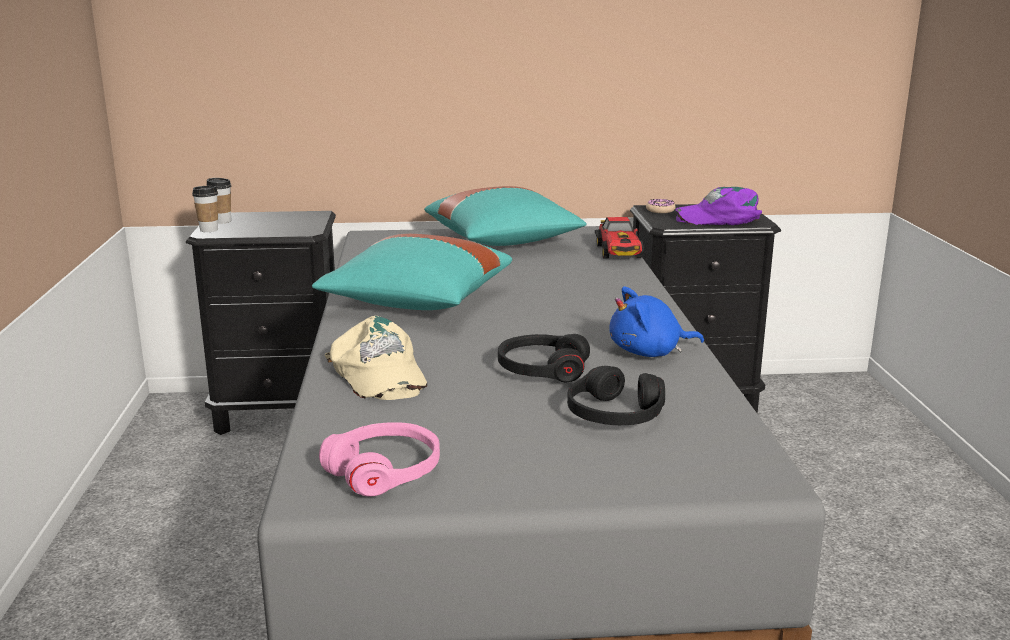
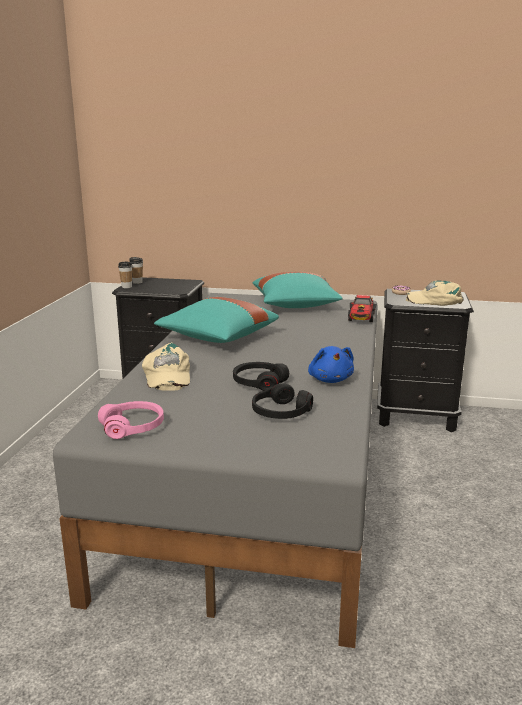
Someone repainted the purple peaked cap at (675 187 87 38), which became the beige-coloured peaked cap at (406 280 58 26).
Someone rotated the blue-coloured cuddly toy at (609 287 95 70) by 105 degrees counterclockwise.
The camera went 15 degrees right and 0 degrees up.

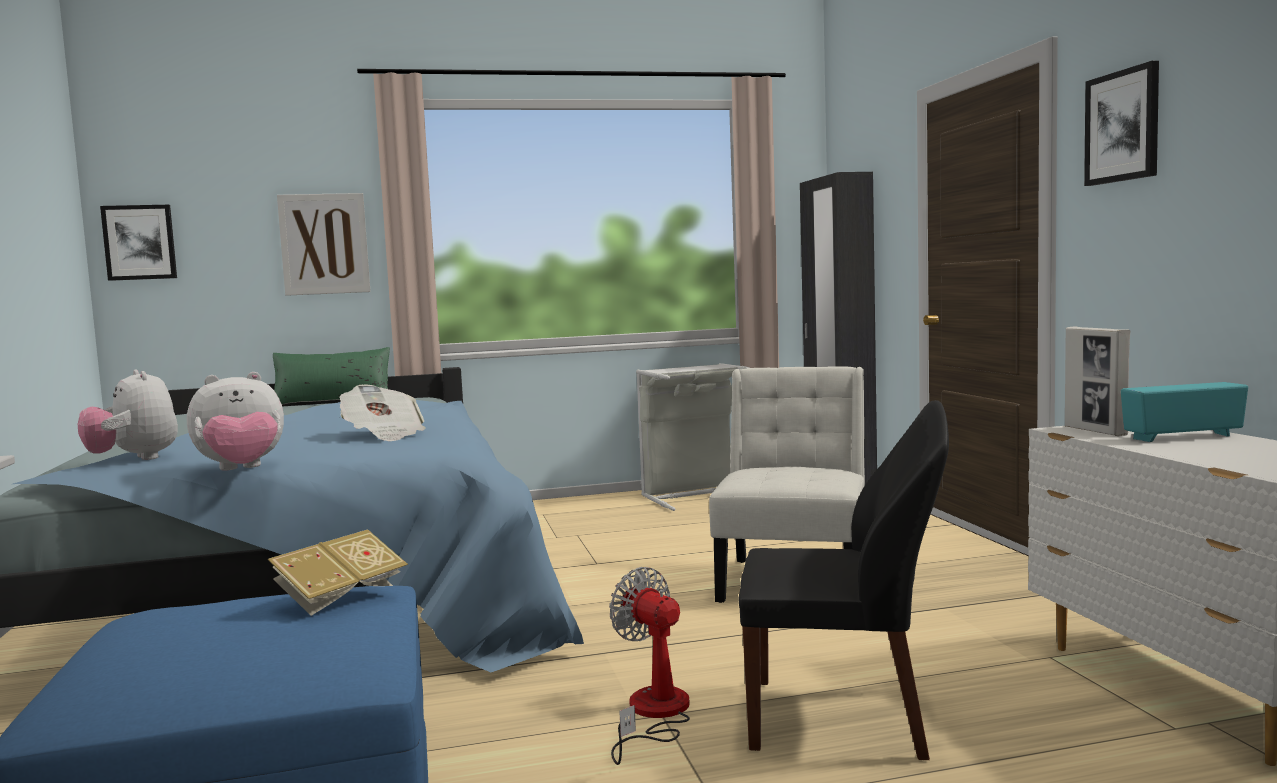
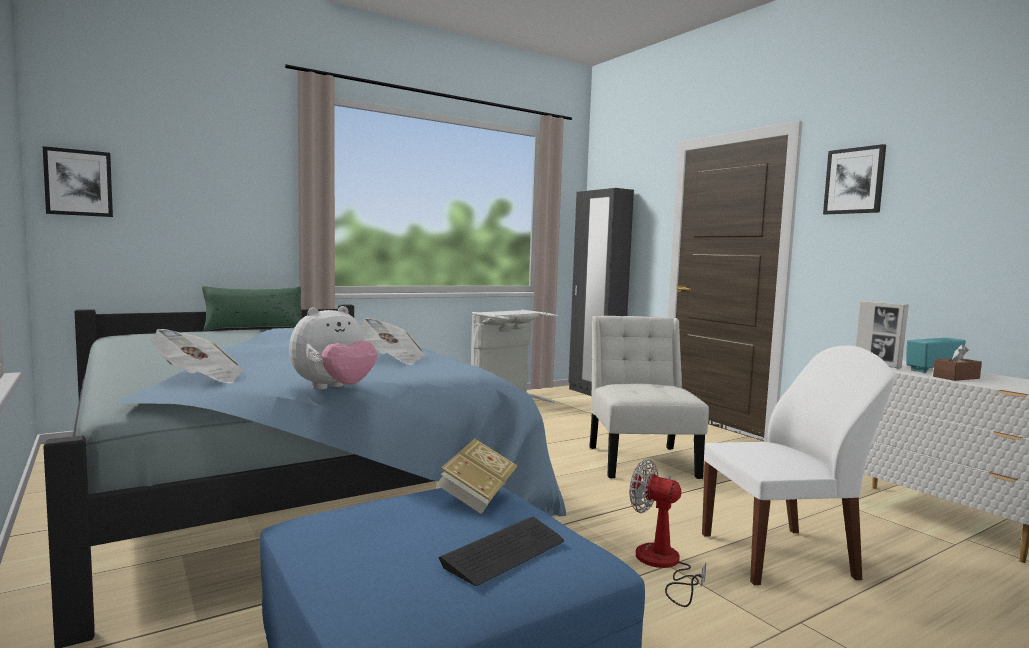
Someone took away the wall picture at (277 193 94 103).
Someone put down the computer keyboard at (438 517 126 69).
Someone put down the brownish tissue holder at (933 344 49 37).
Someone swapped the cuddly toy at (78 369 100 91) for the printed paper at (150 329 94 54).
Someone repainted the black upright chair at (739 400 210 360), which became the whitish upright chair at (702 346 193 239).
The camera went 20 degrees left and 0 degrees up.

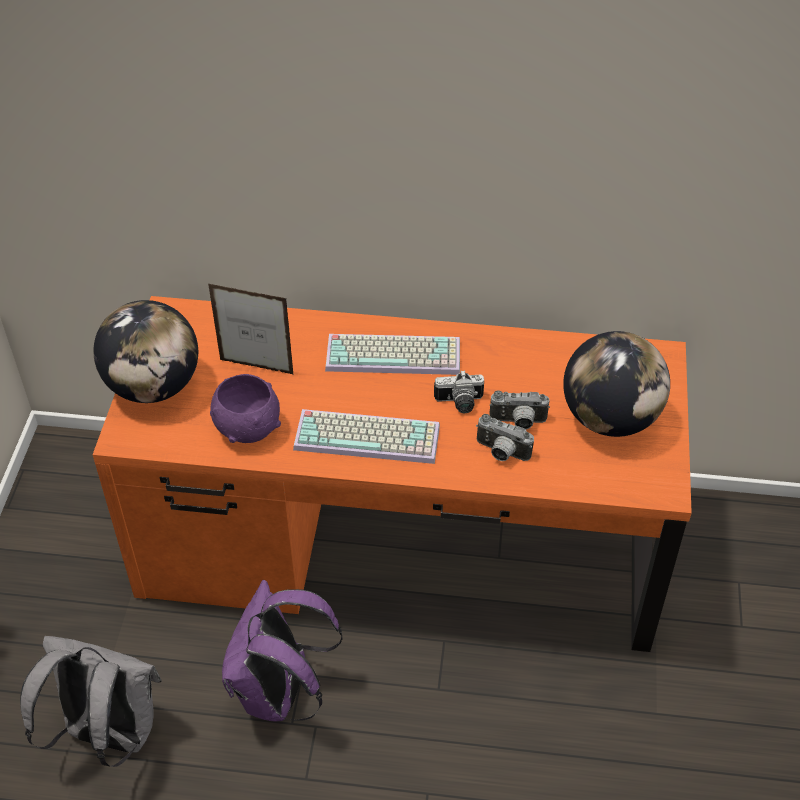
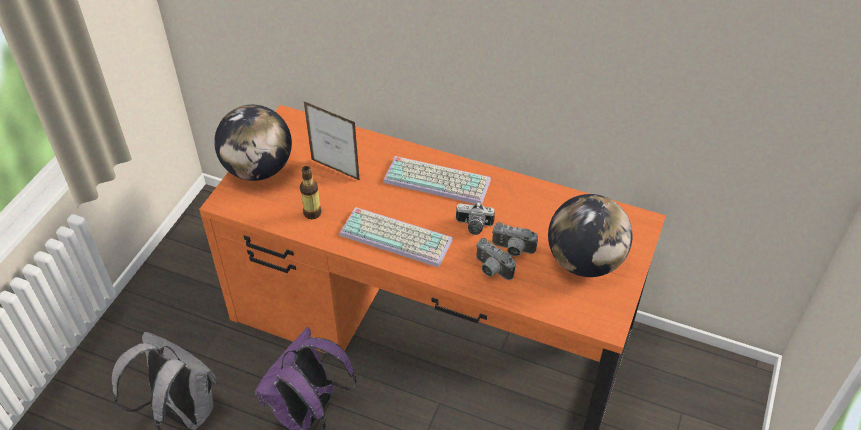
Someone swapped the purple bowl at (210 374 71 69) for the bottle at (300 166 21 53).
The camera went 15 degrees right and 0 degrees up.

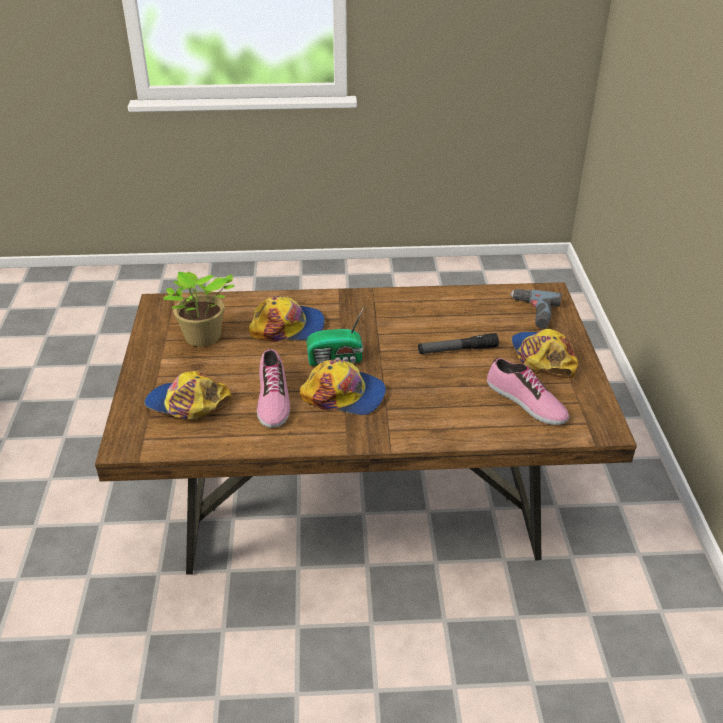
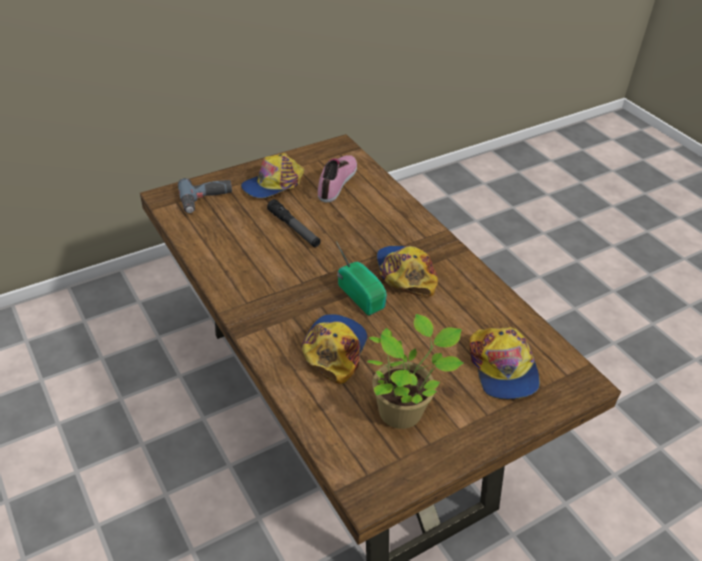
Someone took away the shoe at (257 349 33 79).
Someone rotated the peaked cap at (248 296 77 46) by 45 degrees clockwise.
The camera went 120 degrees left and 5 degrees up.

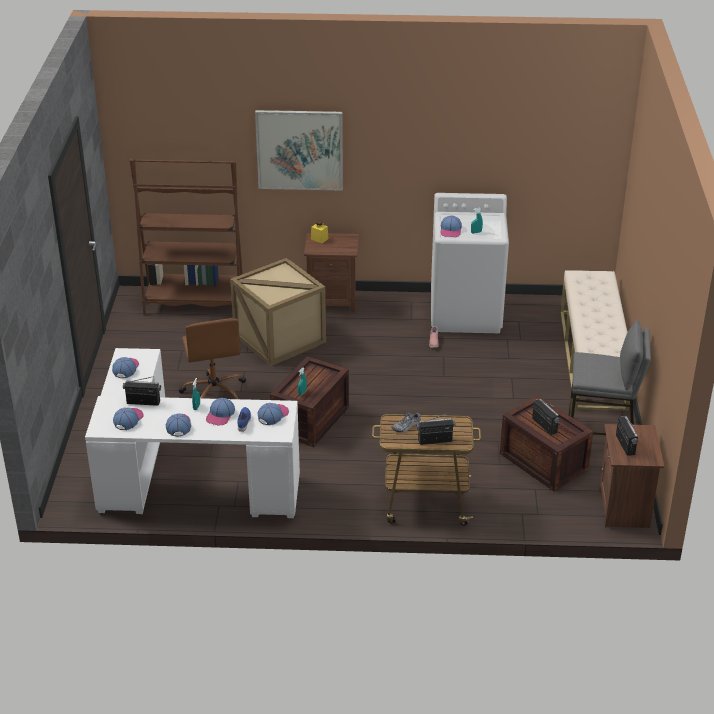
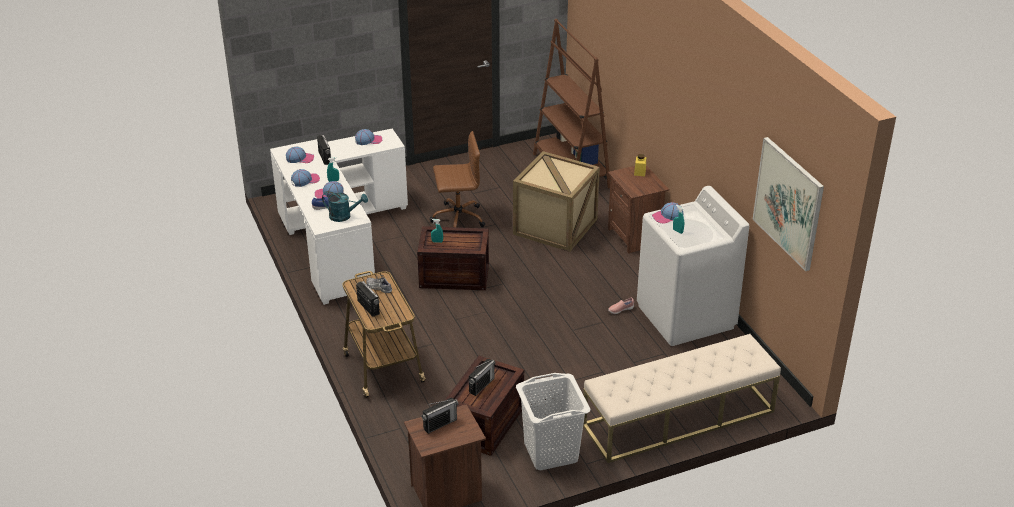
Someone carried the wall picture from (255 110 88 81) to (753 137 71 134).
Someone swapped the peaked cap at (258 403 31 22) for the turquoise watering pot at (322 191 46 31).
Someone swapped the gray stool at (569 320 82 115) for the whitish laundry basket at (516 373 74 97).
Someone rotated the brownish office chair at (179 318 67 81) by 150 degrees counterclockwise.
The camera went 65 degrees right and 0 degrees up.

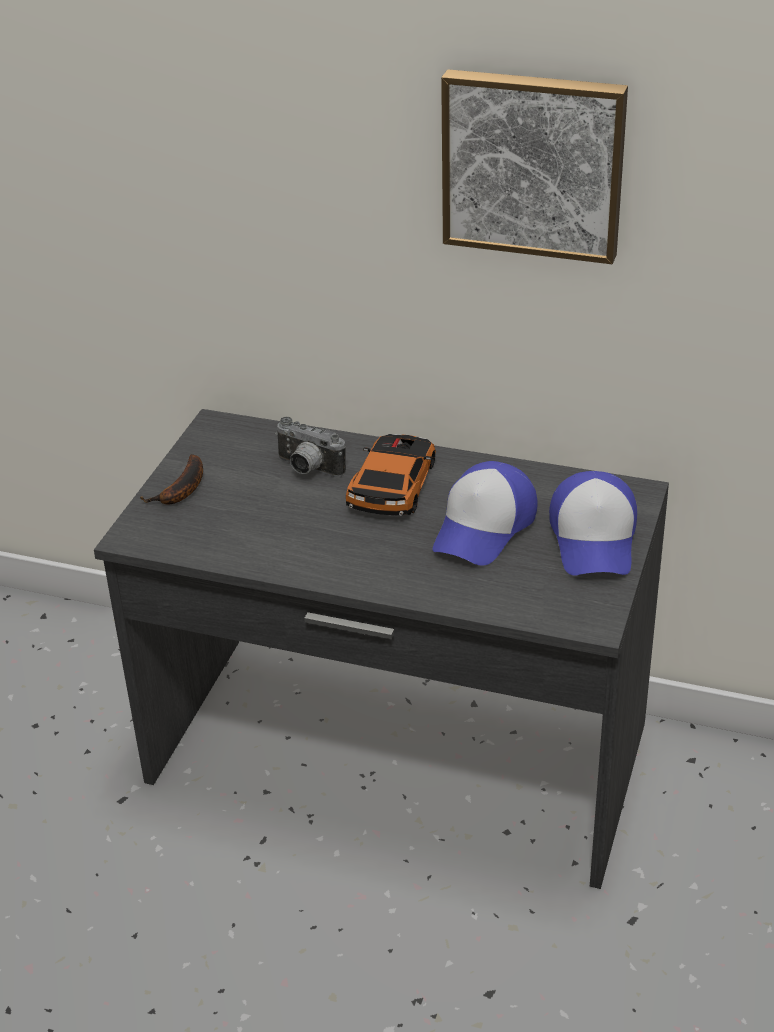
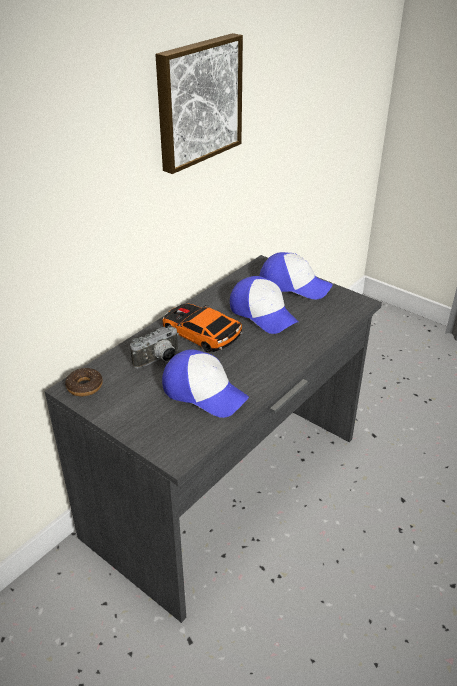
Someone took away the banana at (140 454 63 50).
Someone put down the doughnut at (65 368 38 28).
Someone put down the peaked cap at (162 350 87 68).
The camera went 70 degrees left and 0 degrees up.

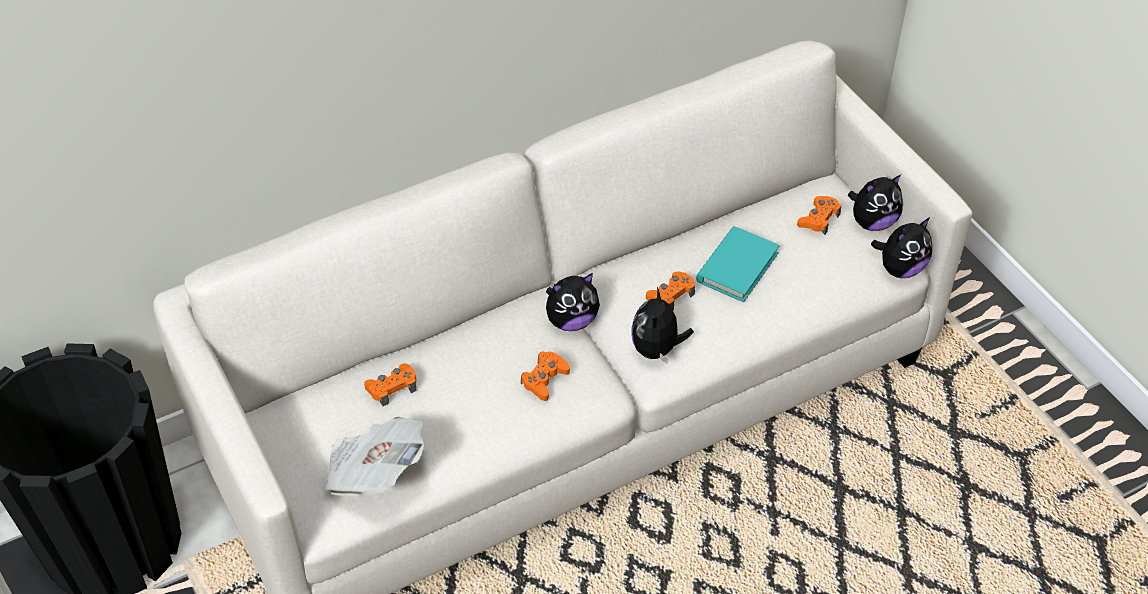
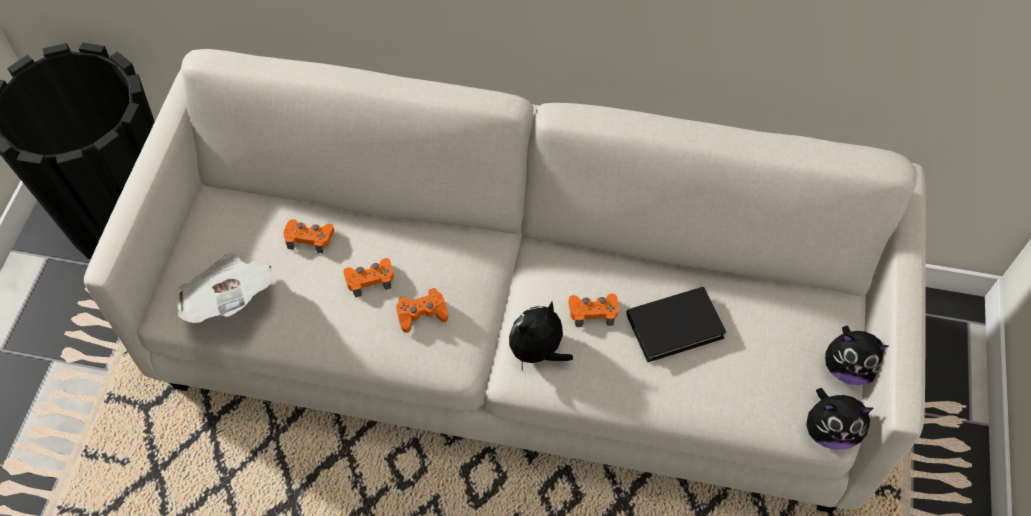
Someone took away the cuddly toy at (546 273 54 58).
Someone carried the orange gamepad from (797 196 44 39) to (343 258 51 39).
Someone repainted the turquoise book at (696 226 84 76), which became the black book at (627 287 99 75).
The camera went 40 degrees right and 10 degrees up.

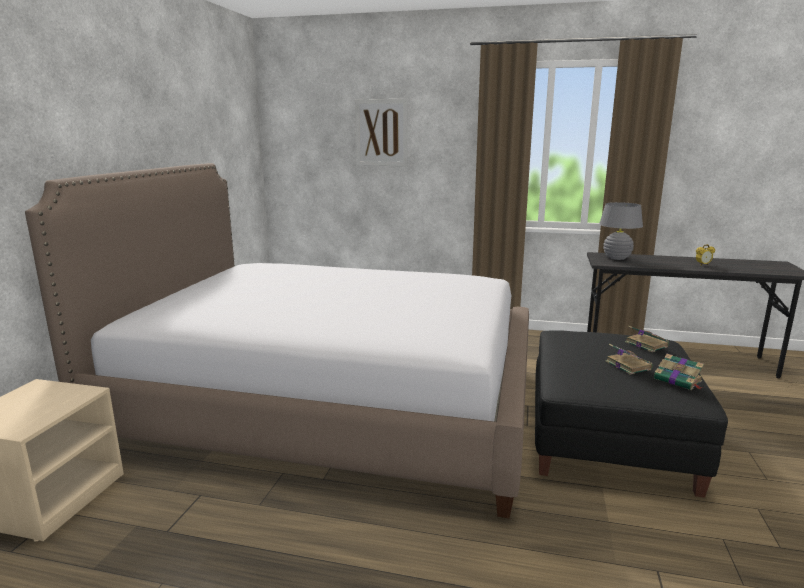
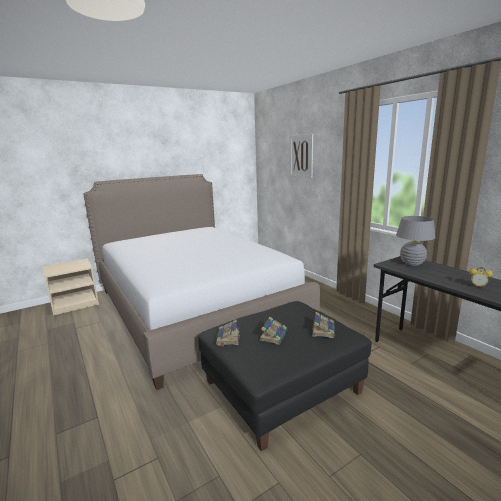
Someone carried the book from (654 354 50 36) to (216 319 24 28).
The camera went 45 degrees right and 0 degrees up.

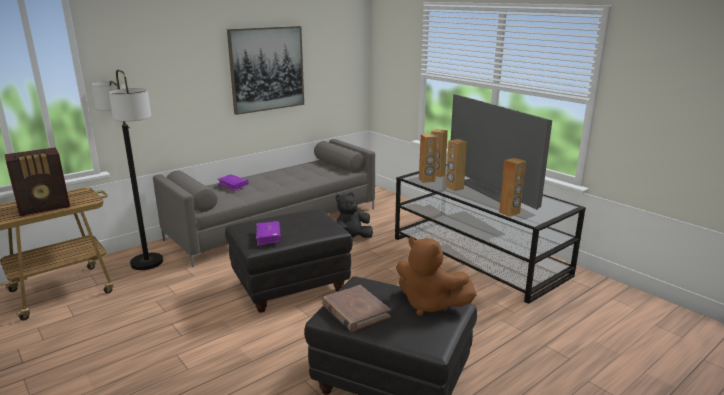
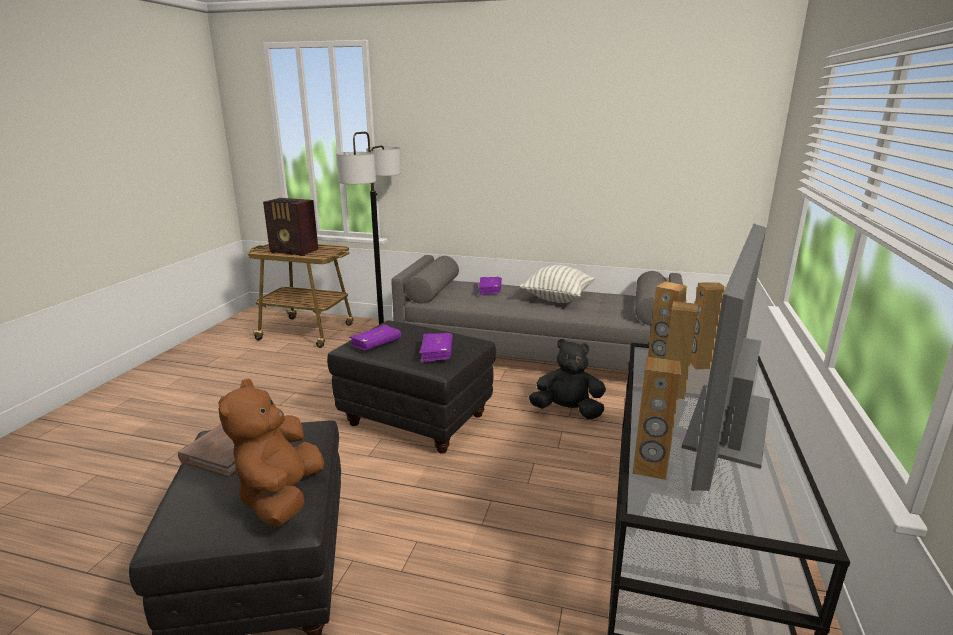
Someone took away the wall picture at (227 26 77 89).
Someone put down the purple book at (419 333 34 30).
Someone put down the pillow at (520 265 75 38).
The camera went 55 degrees right and 0 degrees up.

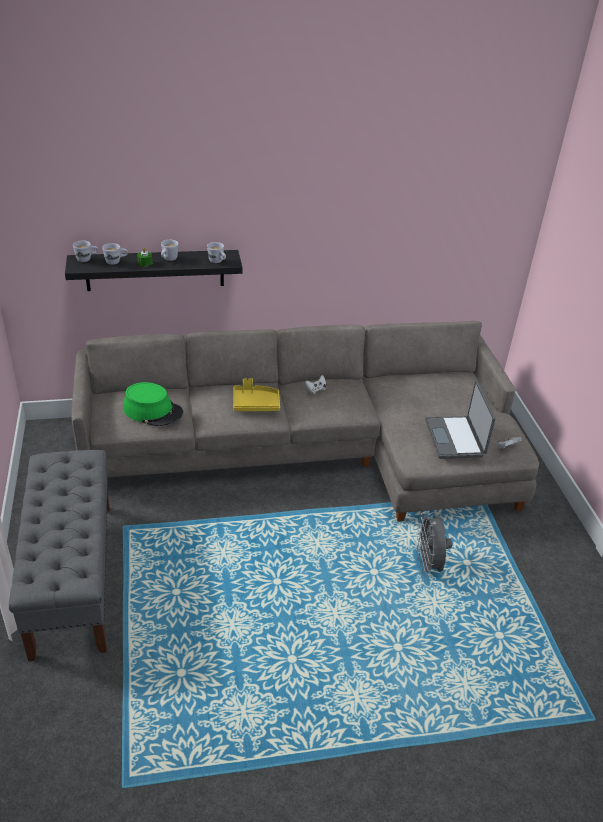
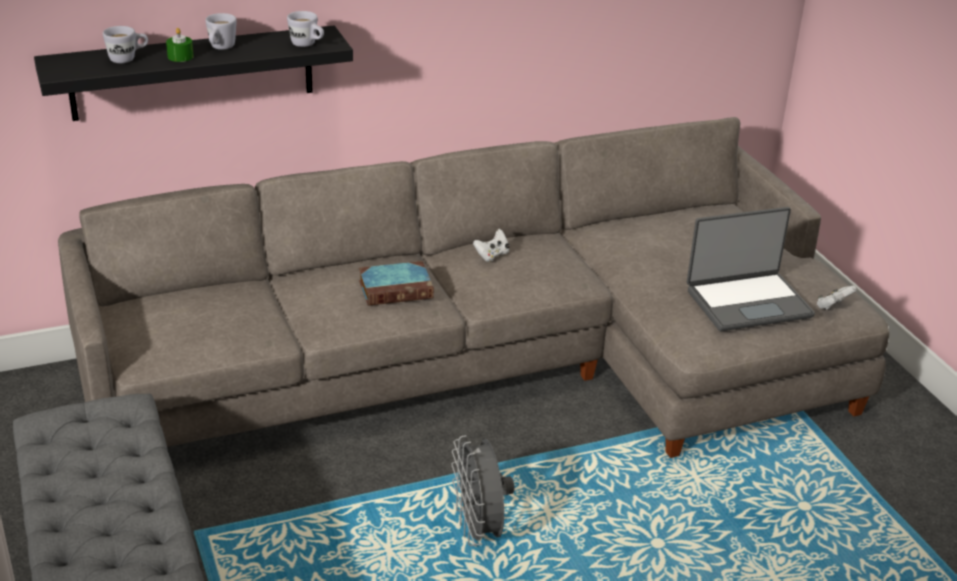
Someone took away the whitish mug at (73 241 26 21).
Someone took away the green clothing hat at (123 382 60 44).
Someone carried the gray fan from (416 513 36 63) to (451 435 64 111).
Someone swapped the yellow tray at (233 378 47 33) for the book at (359 261 75 45).
Someone rotated the laptop at (425 381 71 78) by 90 degrees counterclockwise.
The camera went 10 degrees left and 5 degrees down.

